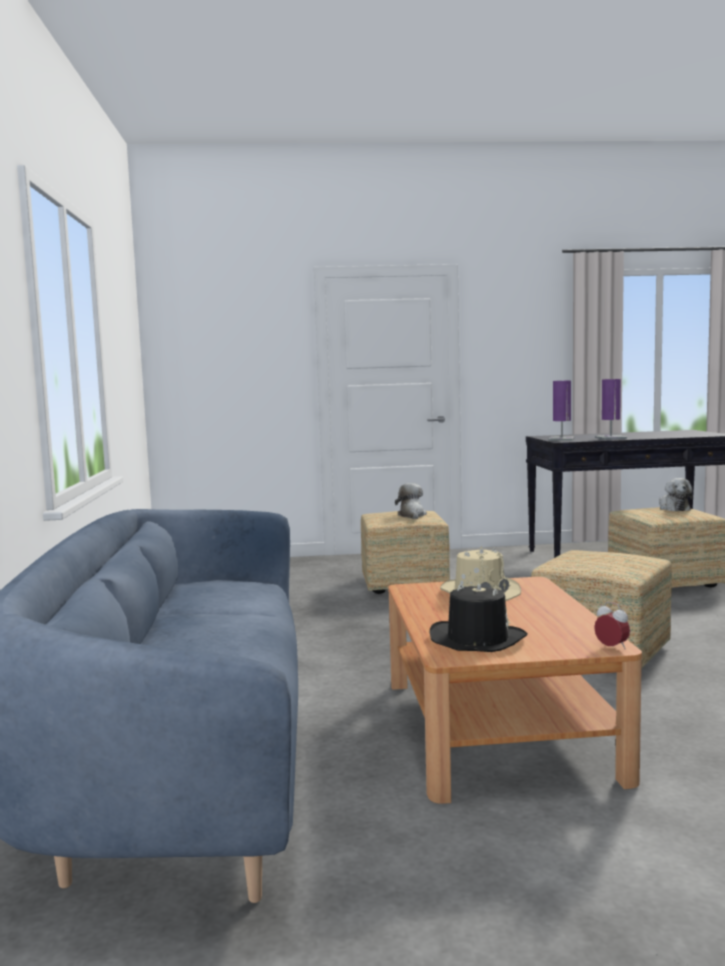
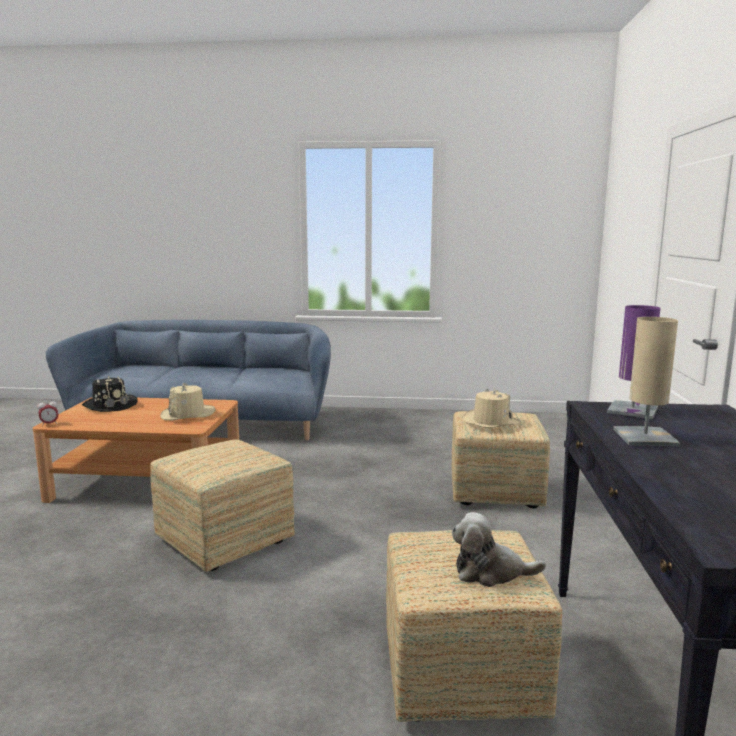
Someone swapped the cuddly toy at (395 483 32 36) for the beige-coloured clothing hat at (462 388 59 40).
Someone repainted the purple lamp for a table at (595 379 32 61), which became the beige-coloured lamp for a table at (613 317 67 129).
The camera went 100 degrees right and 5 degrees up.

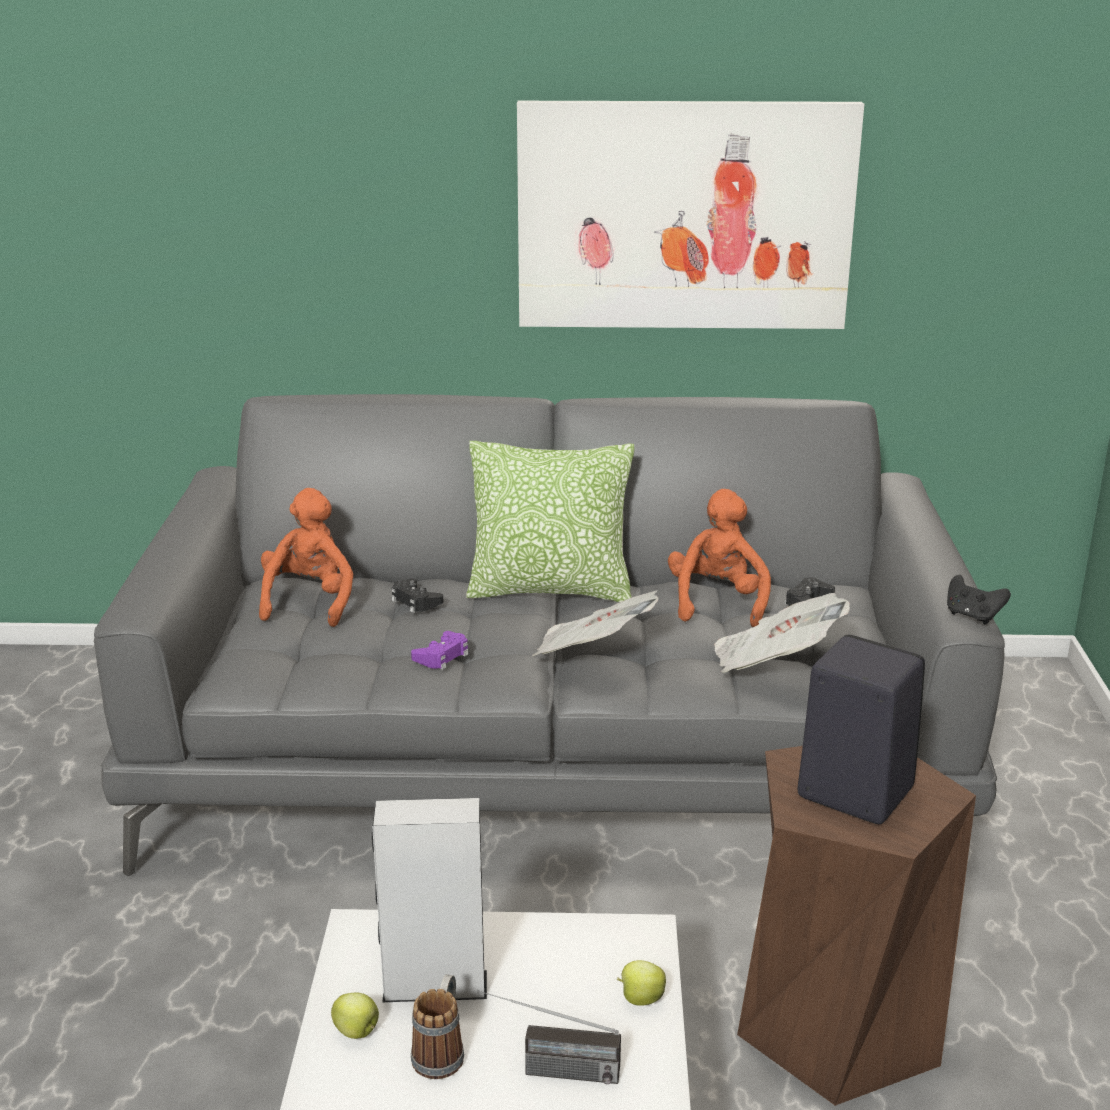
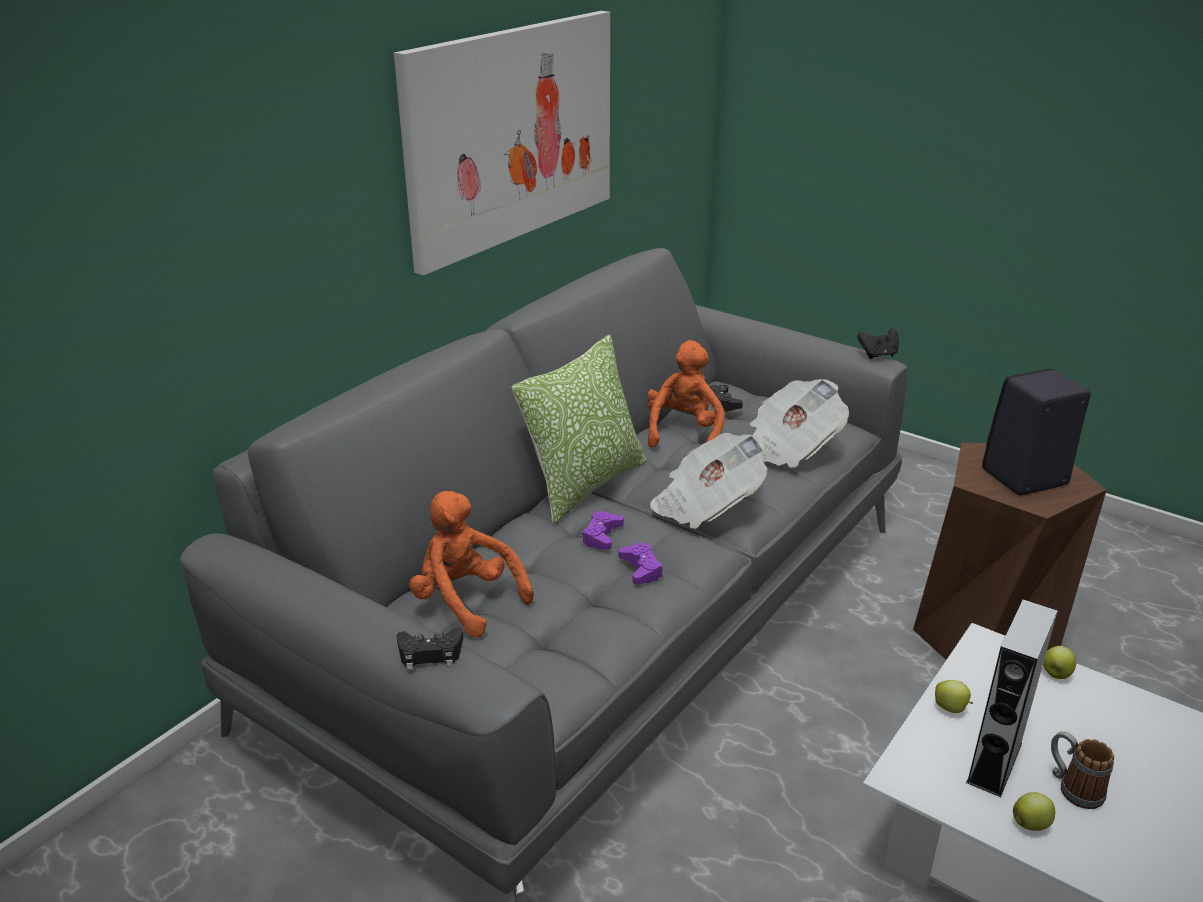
Someone took away the radio receiver at (477 990 144 94).
Someone put down the purple gamepad at (582 511 42 39).
Someone put down the apple at (935 680 38 33).
Someone carried the black gamepad from (392 578 51 35) to (397 628 66 41).
Someone rotated the orange cuddly toy at (668 489 103 138) by 60 degrees clockwise.
The camera went 55 degrees left and 5 degrees up.

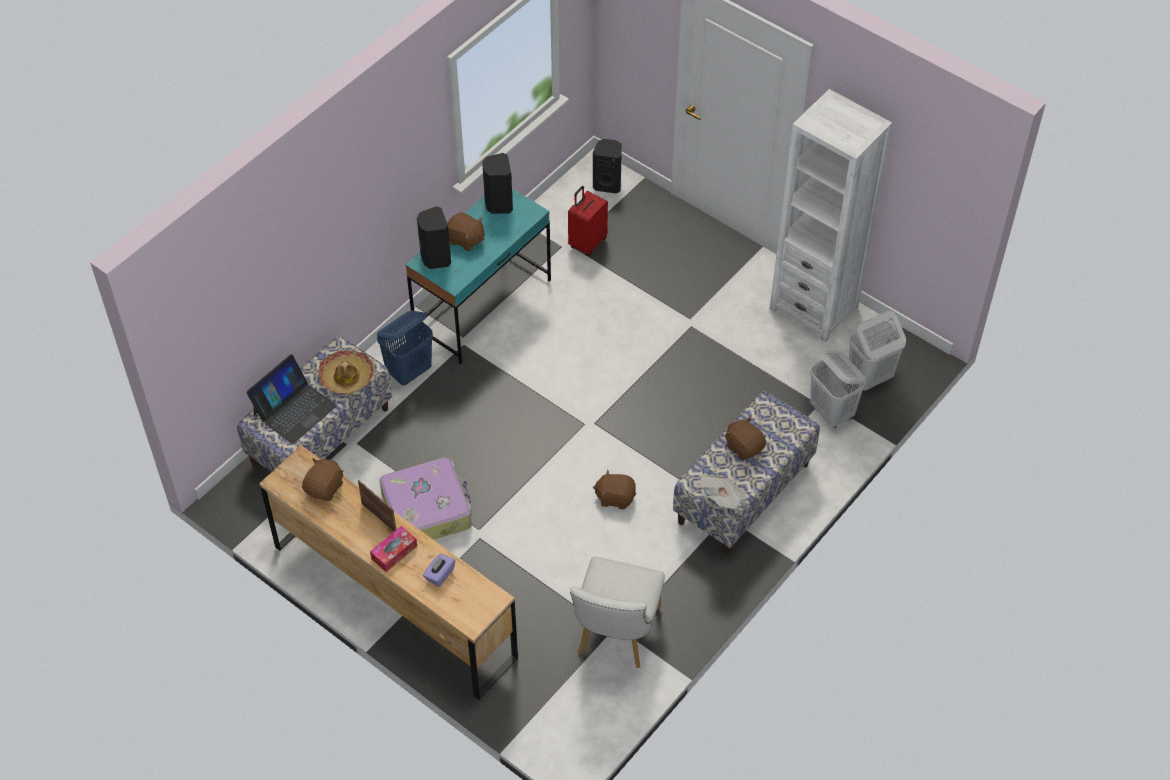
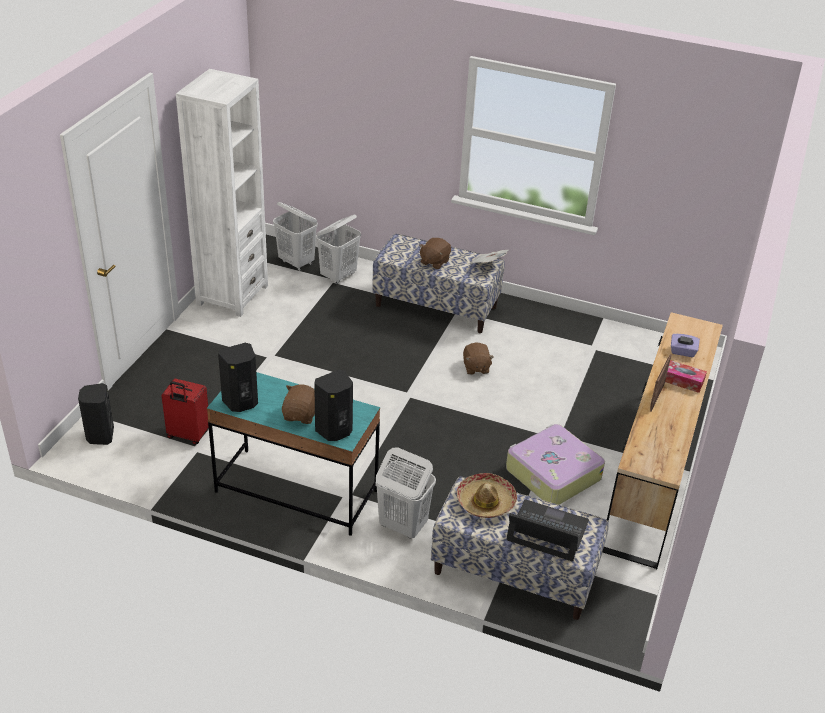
Someone took away the brownish cuddly toy at (302 458 42 43).
Someone took away the whitish upright chair at (570 557 95 111).
Someone repainted the blue-coloured laundry basket at (377 311 56 75), which became the whitish laundry basket at (376 448 60 91).
The camera went 110 degrees left and 15 degrees down.

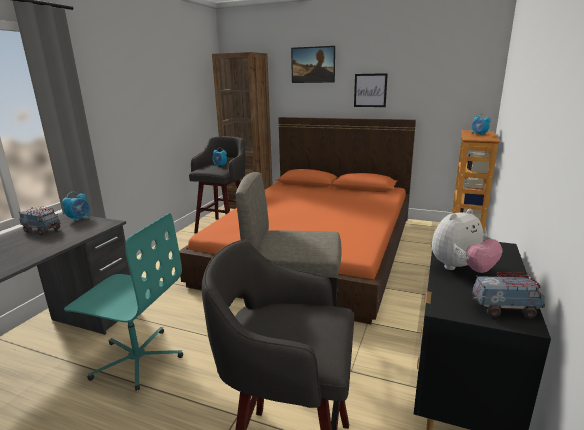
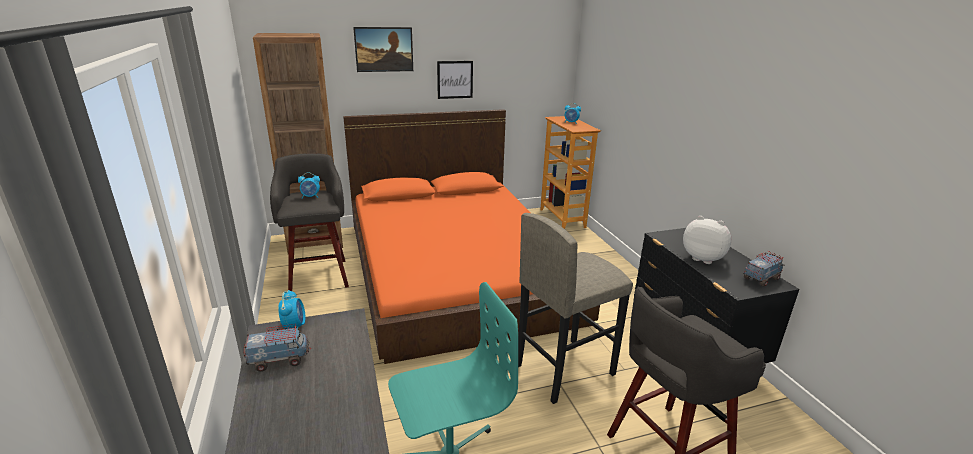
Someone rotated the cuddly toy at (432 209 71 64) by 75 degrees counterclockwise.
The camera went 40 degrees left and 5 degrees up.

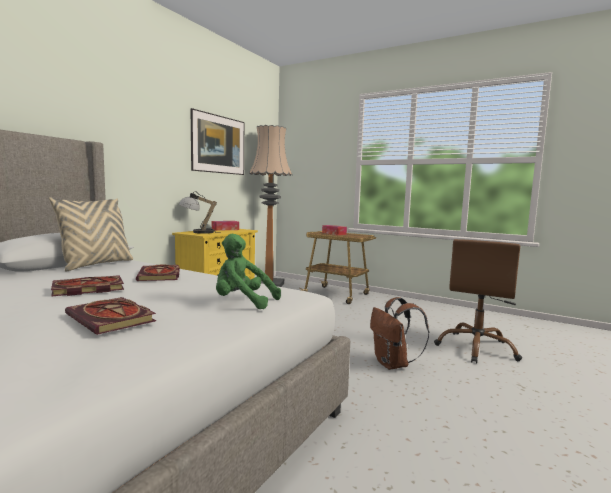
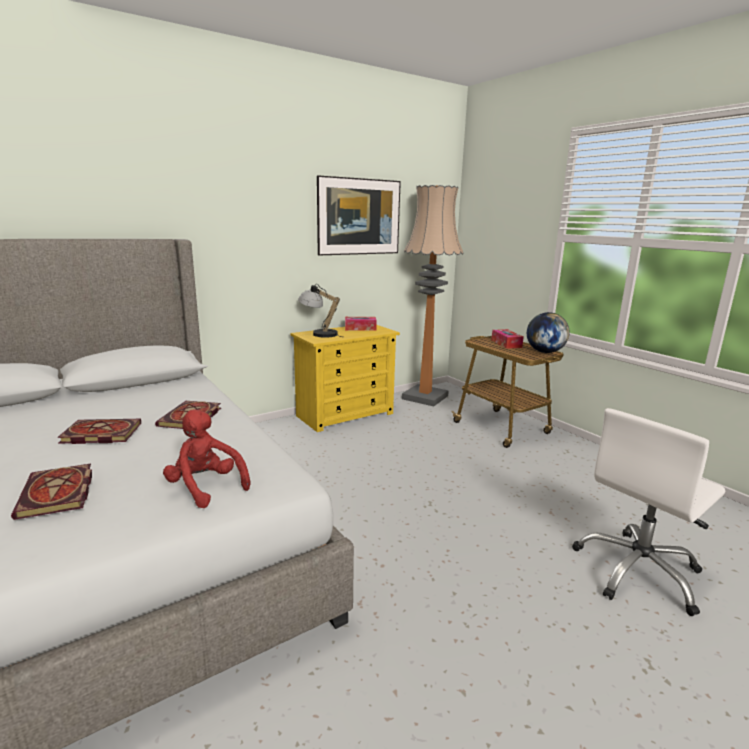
Someone took away the beige-coloured pillow at (49 197 84 74).
Someone took away the brownish backpack at (370 297 59 73).
Someone put down the world globe at (527 312 42 41).
Someone repainted the green cuddly toy at (216 233 65 76), which became the red-coloured cuddly toy at (163 409 87 99).
Someone repainted the brownish office chair at (434 239 88 124), which became the whitish office chair at (573 408 152 208).
The camera went 25 degrees right and 10 degrees up.

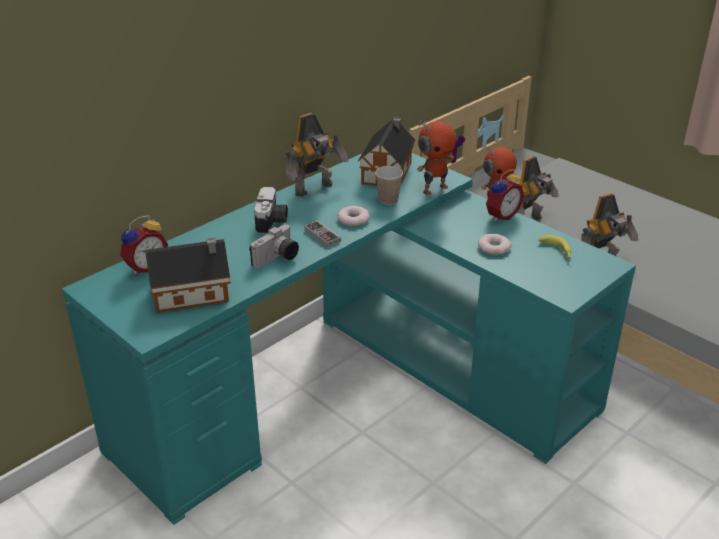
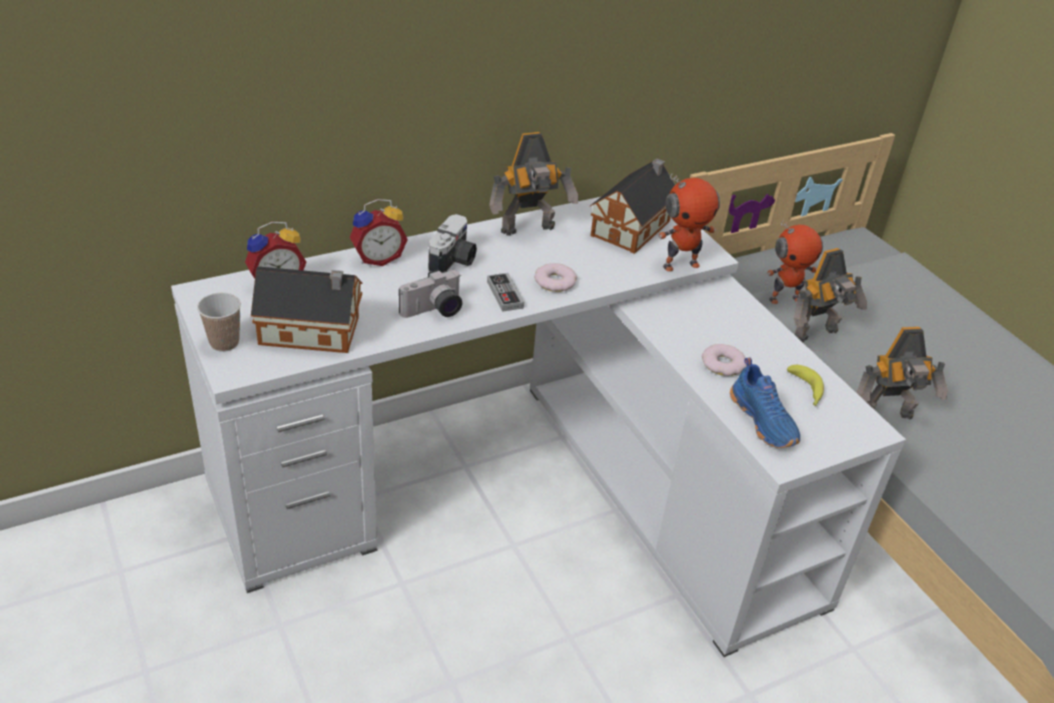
Someone put down the blue-coloured shoe at (730 357 70 91).
Someone carried the cup from (375 166 28 39) to (197 293 44 59).
Someone carried the bedside clock from (486 169 38 53) to (350 199 58 67).
Someone repainted the turquoise desk unit at (62 153 574 372), which became the whitish desk unit at (171 197 735 460).
The camera went 15 degrees right and 5 degrees up.

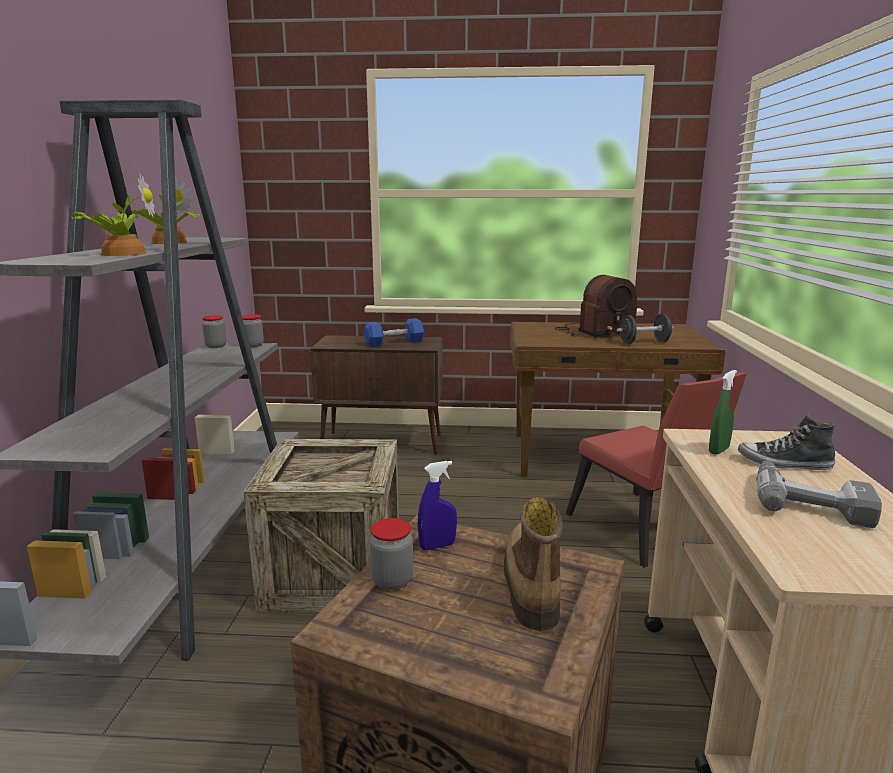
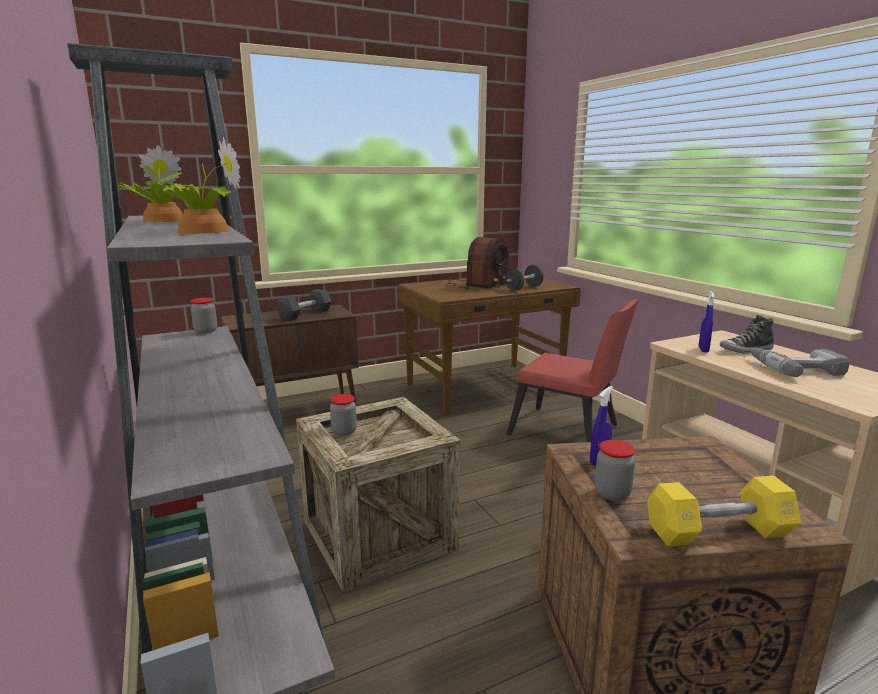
Someone took away the tall boot at (504 497 59 134).
Someone put down the yellow dumbbell at (647 476 154 70).
Someone carried the preserve jar from (202 315 24 33) to (330 394 27 42).
Someone repainted the blue-coloured dumbbell at (364 318 60 29), which became the black dumbbell at (276 289 56 32).
Someone repainted the green hand sprayer at (709 370 28 85), which became the blue-coloured hand sprayer at (699 291 16 61).
The camera went 30 degrees left and 0 degrees up.

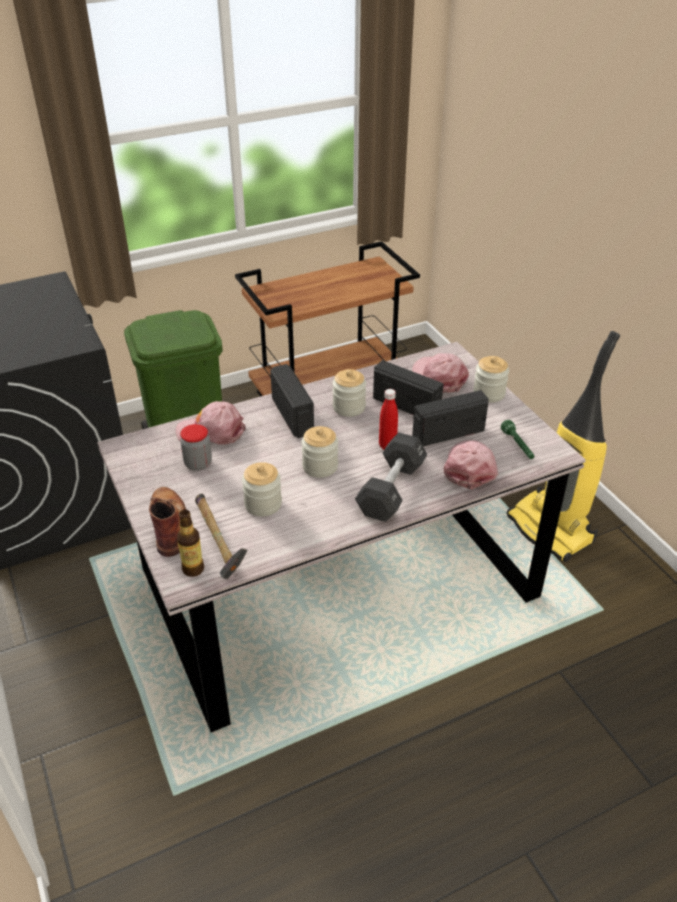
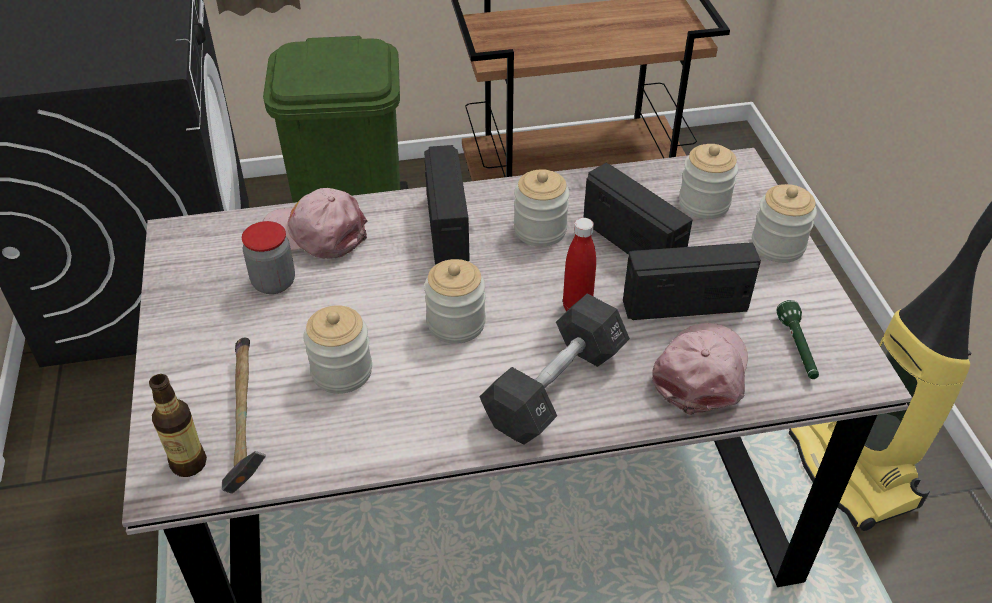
Someone took away the brownish tall boot at (149 487 37 70).
Someone swapped the pink-coloured peaked cap at (412 353 57 40) for the preserve jar at (679 144 60 75).
The camera went 15 degrees right and 5 degrees up.

